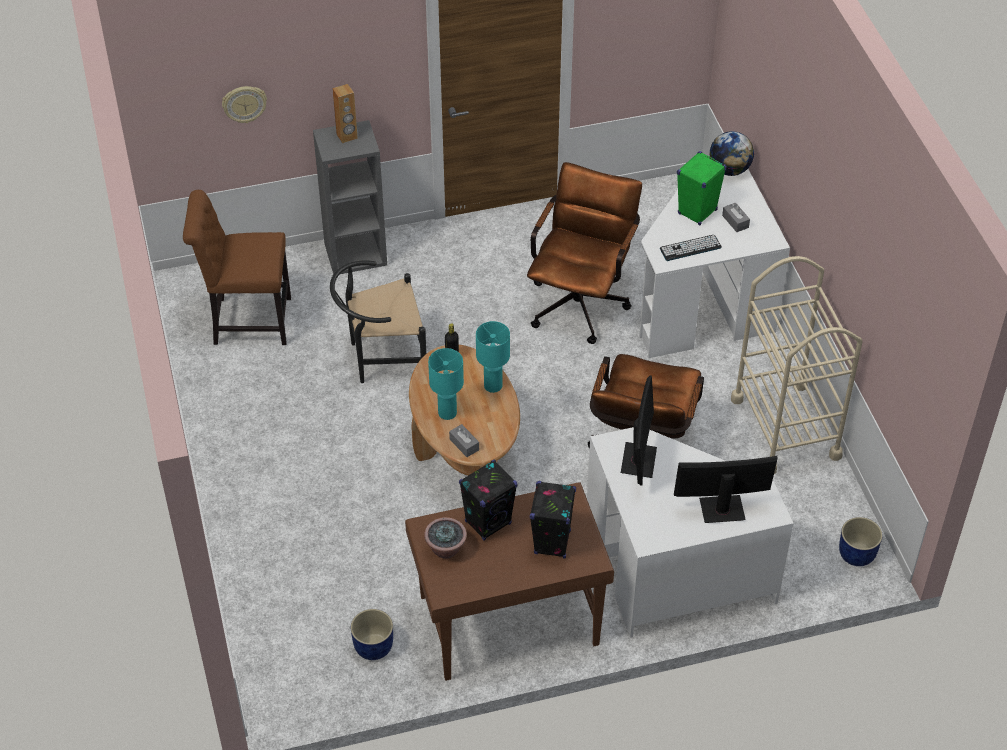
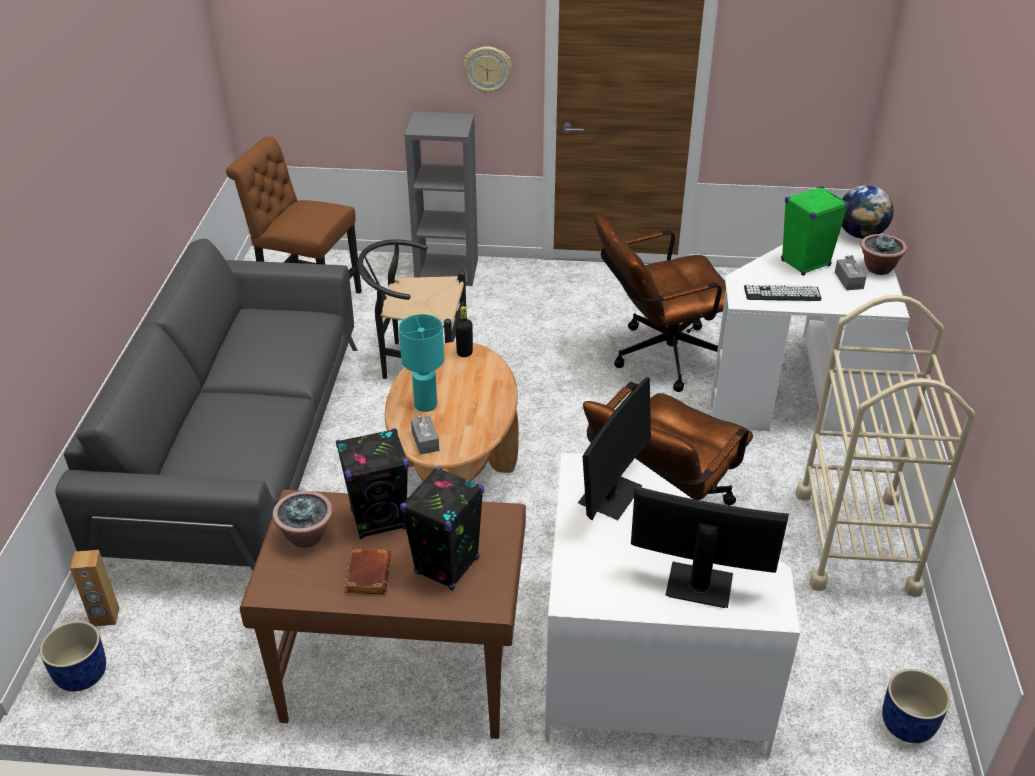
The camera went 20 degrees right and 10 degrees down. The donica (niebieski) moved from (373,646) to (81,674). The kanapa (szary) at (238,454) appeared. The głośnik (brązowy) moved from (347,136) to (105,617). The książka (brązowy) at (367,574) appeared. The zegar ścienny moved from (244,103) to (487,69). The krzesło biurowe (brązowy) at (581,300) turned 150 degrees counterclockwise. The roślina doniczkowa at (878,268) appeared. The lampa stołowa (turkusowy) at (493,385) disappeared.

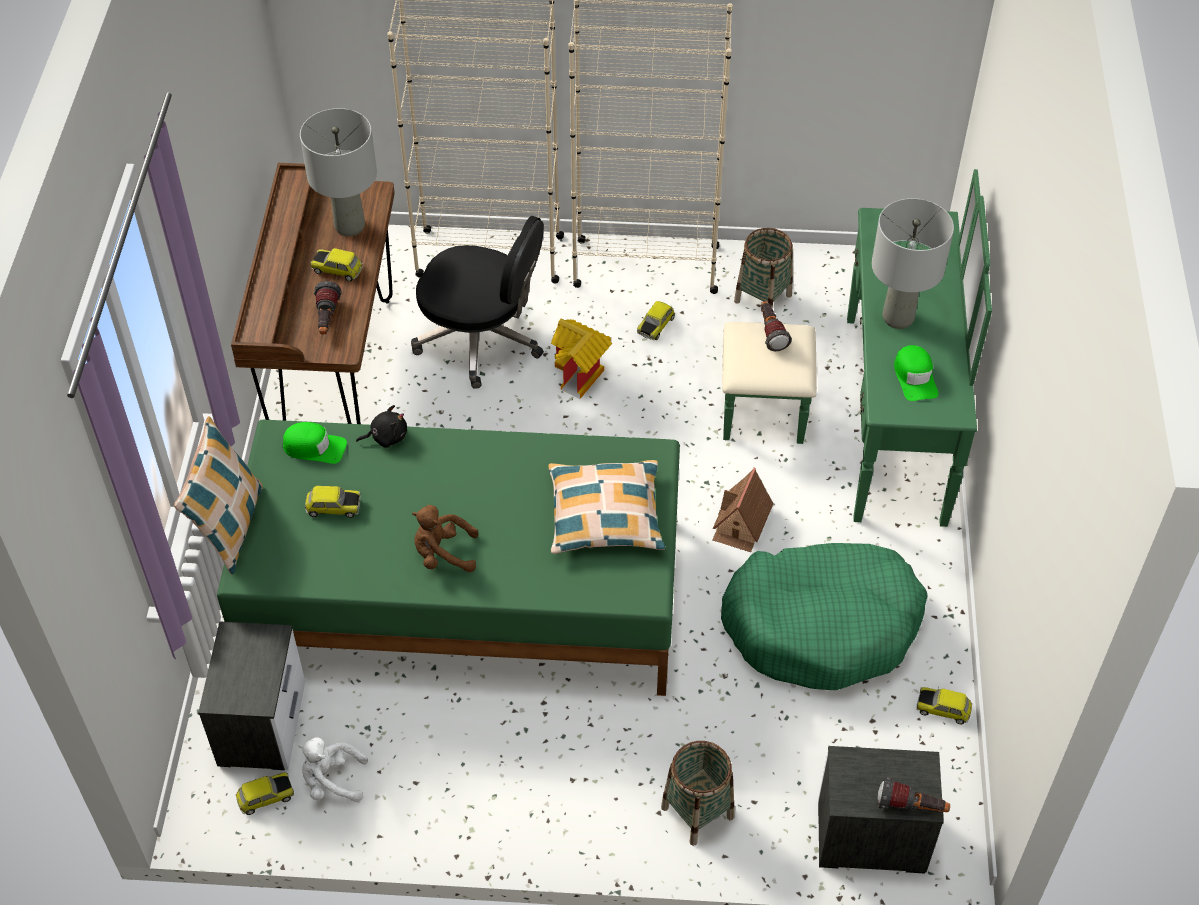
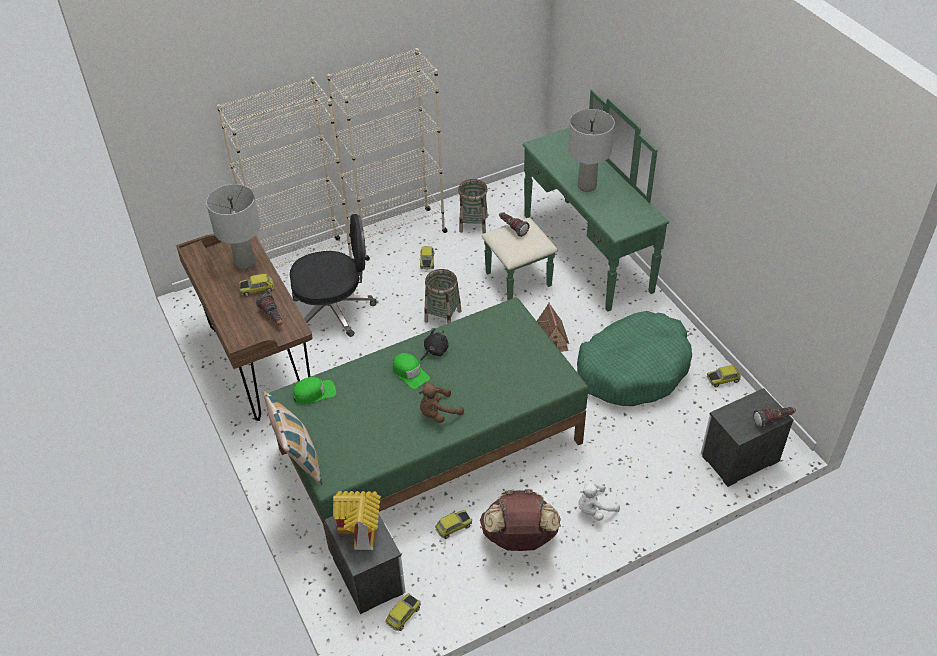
The camera went 30 degrees left and 5 degrees down. The domek moved from (581,375) to (362,530). The czapka z daszkiem (zielony) moved from (915,377) to (410,373). The pluszak (czarny) moved from (386,436) to (434,351). The koszyk moved from (697,812) to (443,316). The samochodzik moved from (333,507) to (453,527). The plecak (brązowy) at (519,538) appeared. The pluszak (biały) moved from (332,781) to (594,509). The poduszka at (605,515) disappeared.

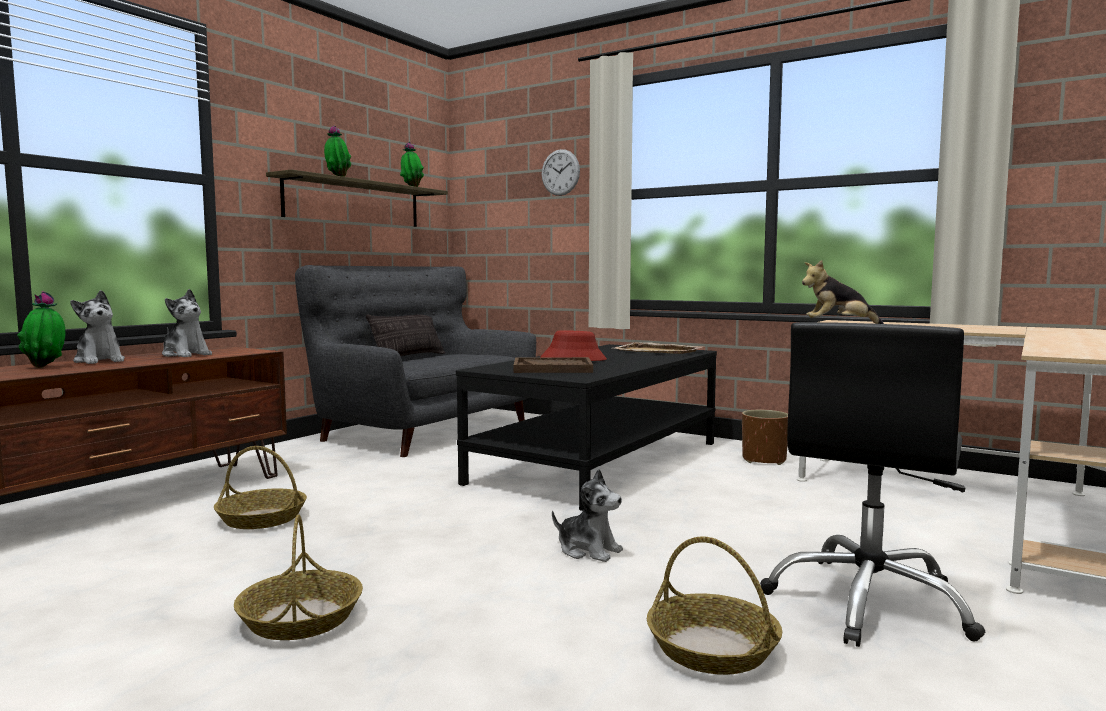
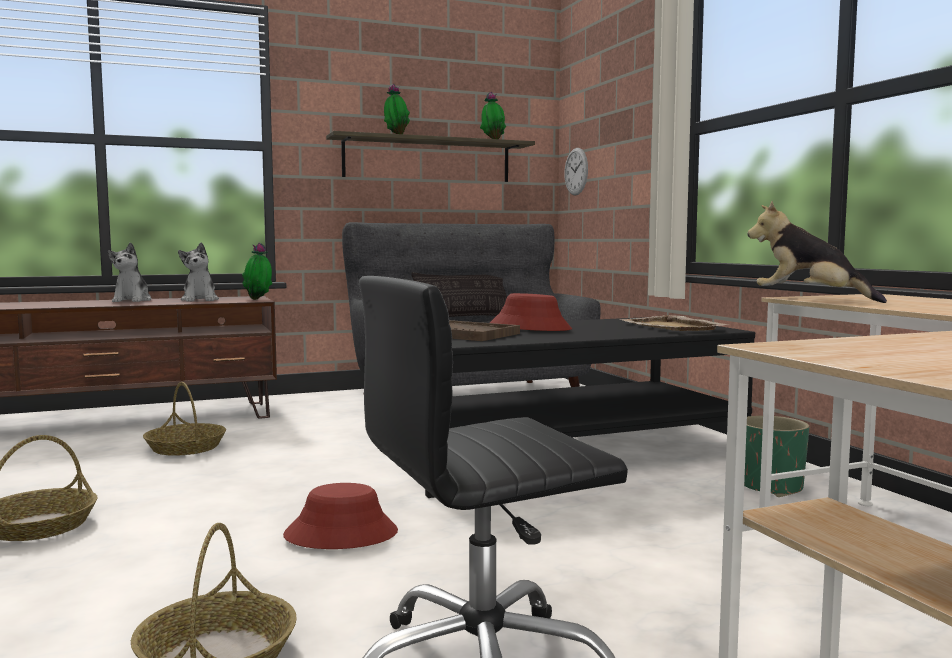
The camera went 35 degrees right and 0 degrees up. The roślina doniczkowa moved from (46,367) to (258,299). The pluszak at (588,550) was replaced by the kapelusz (czerwony) at (341,534). The zegar ścienny moved from (560,172) to (576,171). The donica (brązowy) at (764,460) became the donica (zielony) at (771,487).

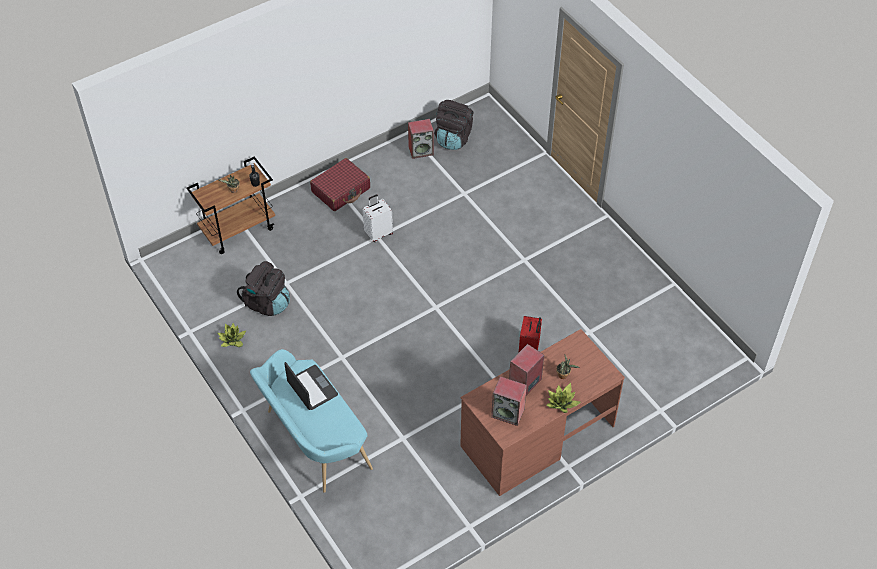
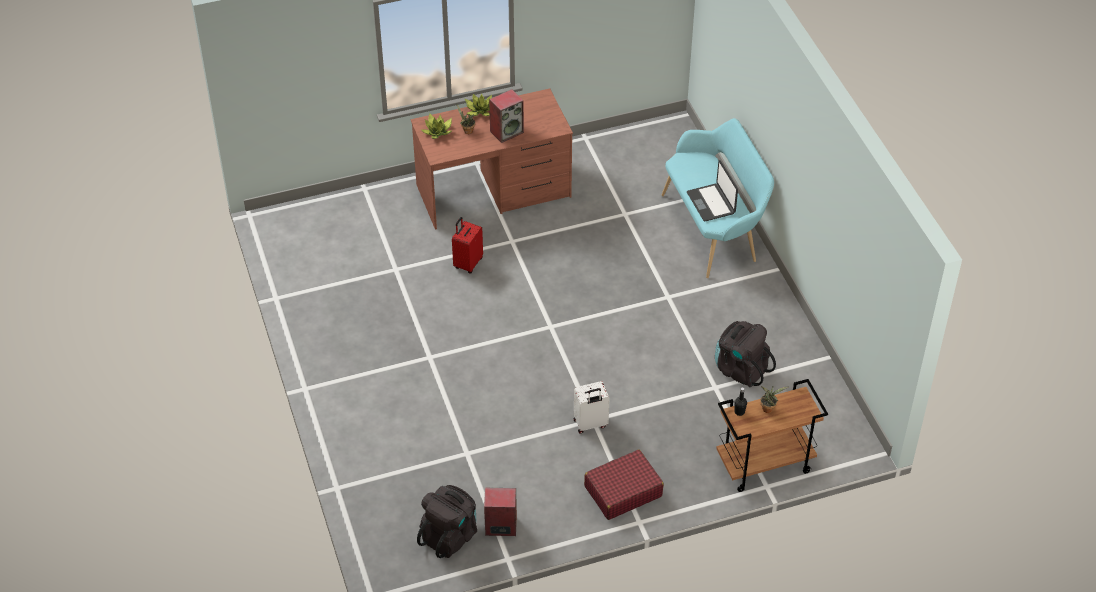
The camera went 165 degrees left and 5 degrees down. The roślina doniczkowa moved from (232,340) to (437,131). The głośnik at (508,412) disappeared.

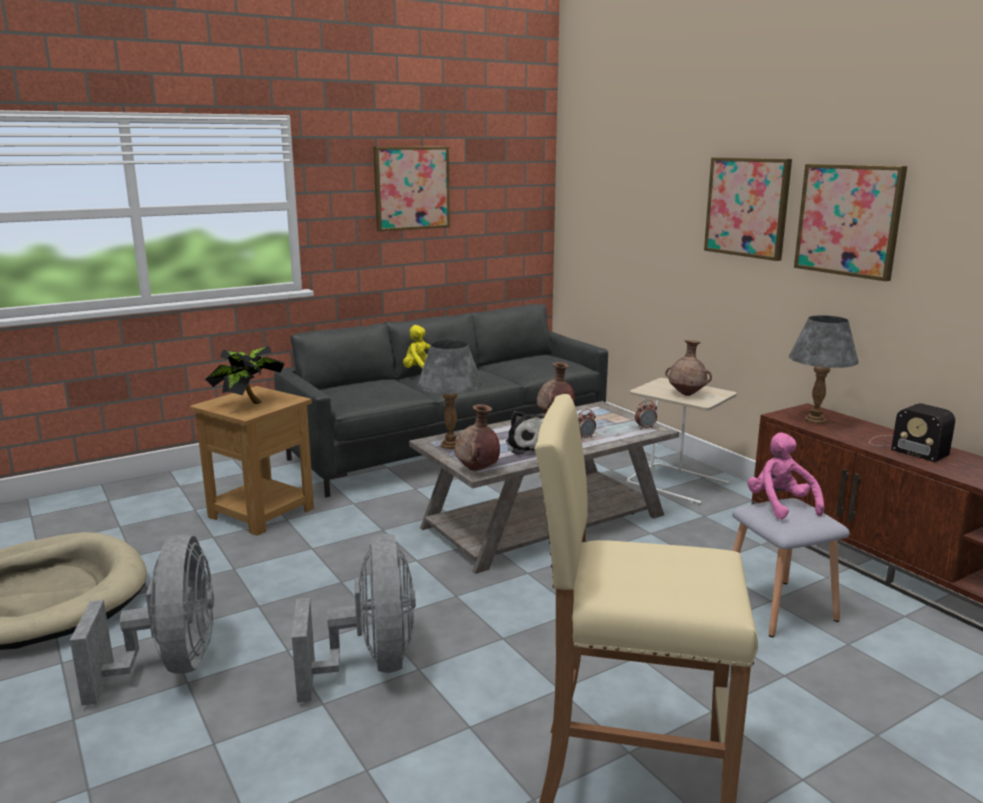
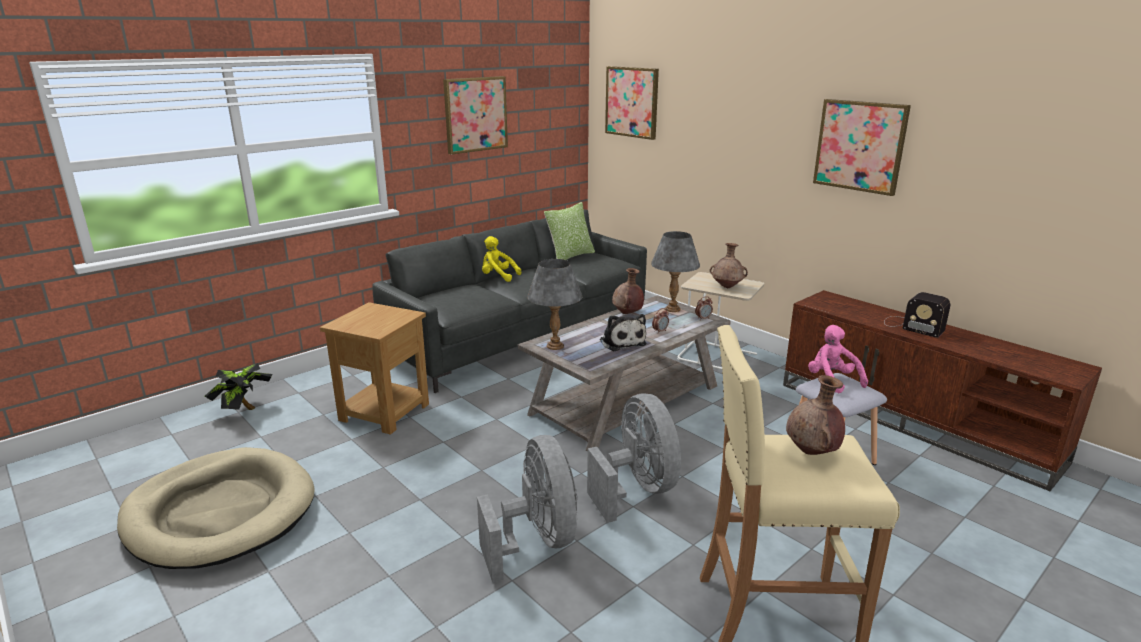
The camera went 10 degrees left and 5 degrees up. The roślina doniczkowa moved from (248,404) to (244,411). The poduszka at (570,256) appeared. The wentylator (szary) moved from (171,666) to (637,489). The obraz moved from (747,207) to (632,102). The lampa stołowa (szary) moved from (815,420) to (672,309). The wazon (brązowy) moved from (477,470) to (812,452).

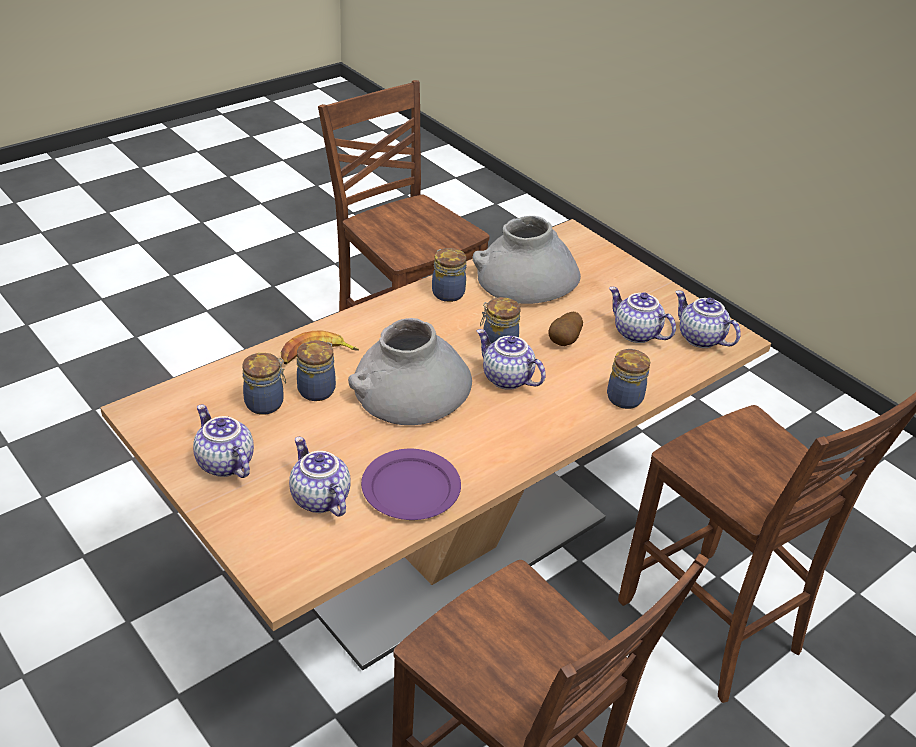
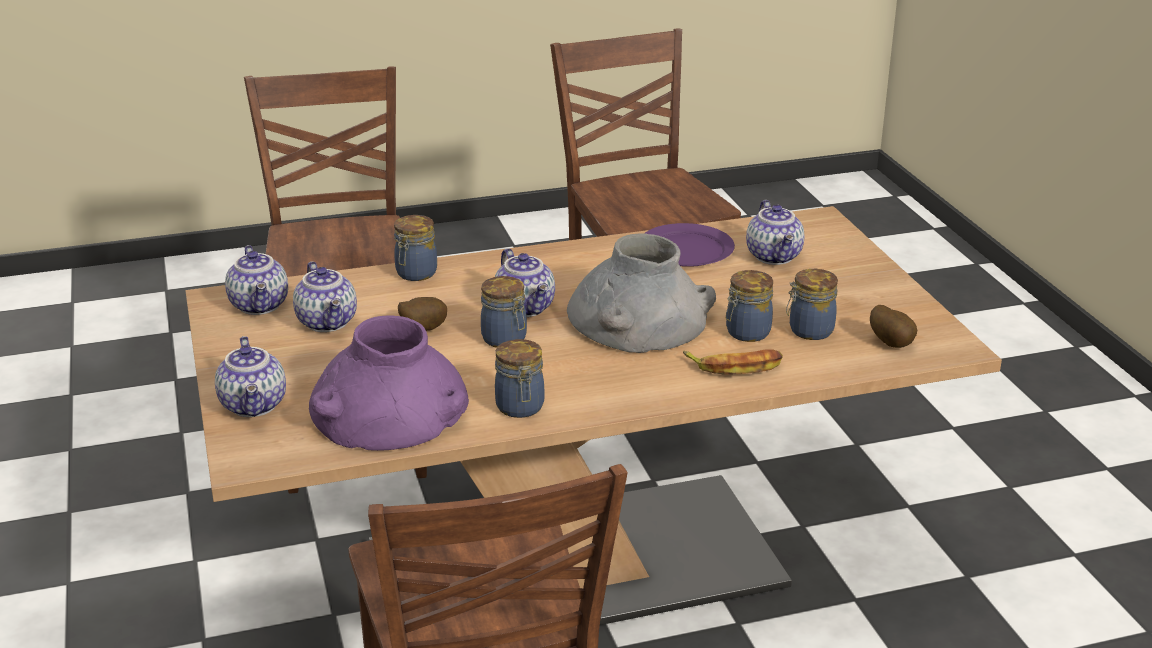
The camera went 155 degrees left and 10 degrees down. The imbryk moved from (223,463) to (255,405). The wazon (szary) at (526,277) became the wazon (fioletowy) at (390,409). The ziemniak at (892,343) appeared.

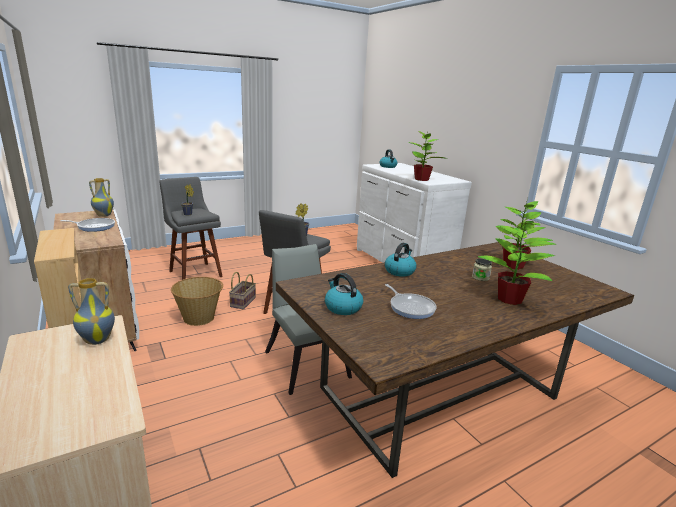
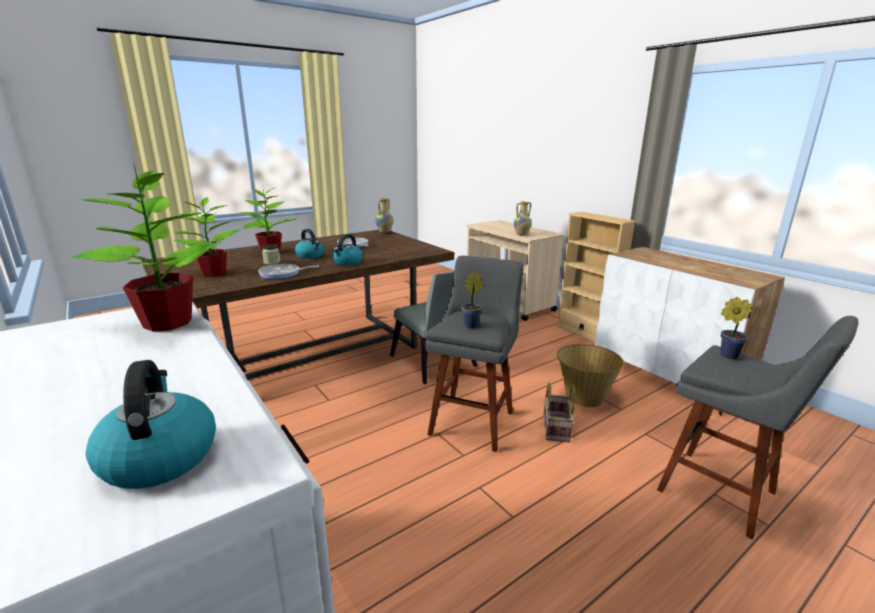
The camera went 175 degrees right and 0 degrees up. The patelnia moved from (94,227) to (282,274). The czajnik moved from (342,307) to (310,256). The wazon moved from (104,215) to (385,232).

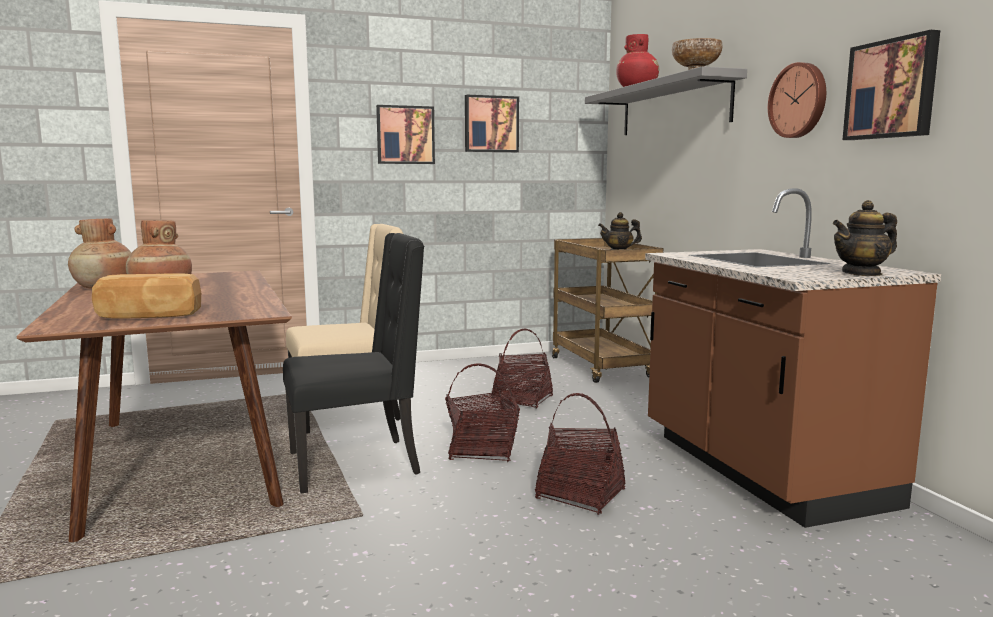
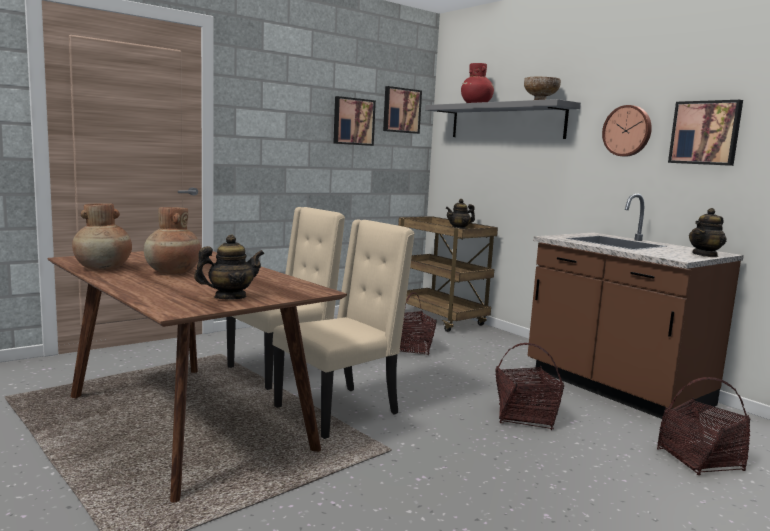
The camera went 20 degrees left and 0 degrees up. The chleb at (149,316) was replaced by the imbryk at (230,297). The krzesło (czarny) at (357,464) became the krzesło (beżowy) at (339,410). The obraz moved from (405,135) to (401,110). The koszyk moved from (482,451) to (700,460).

